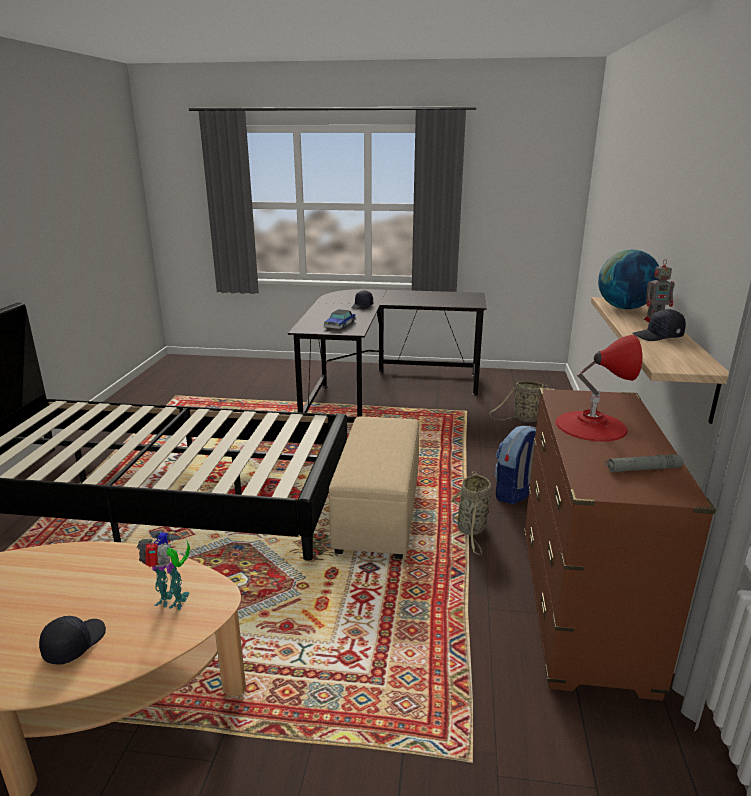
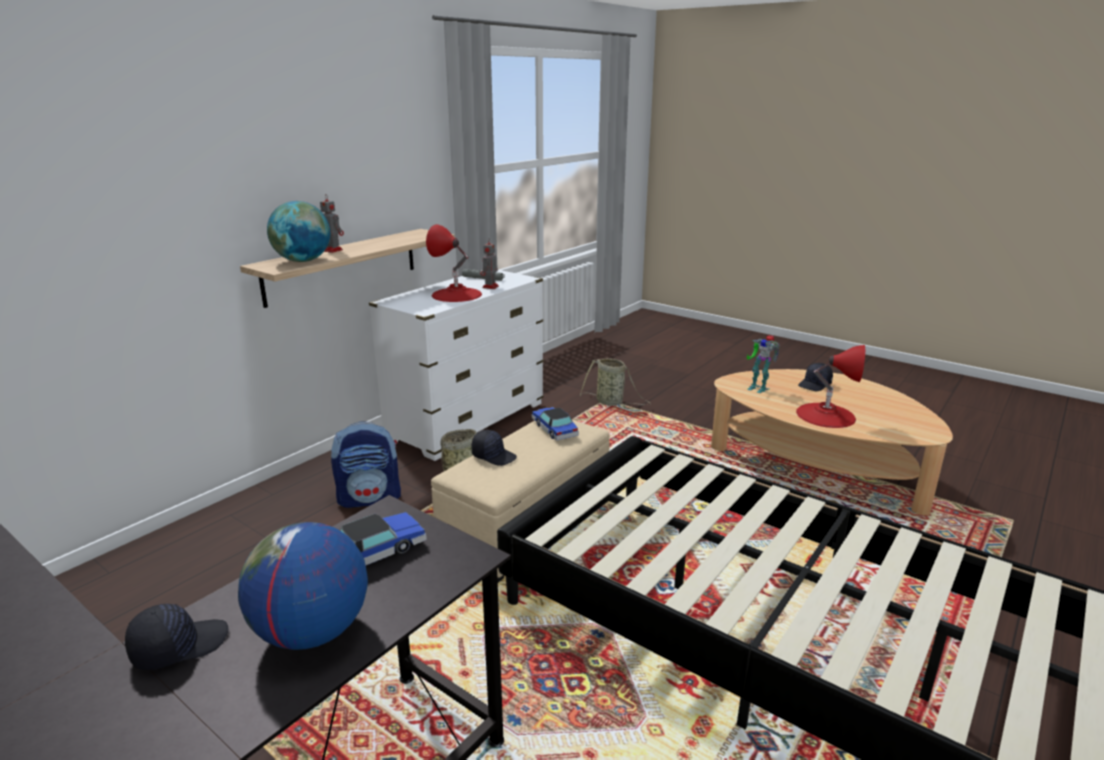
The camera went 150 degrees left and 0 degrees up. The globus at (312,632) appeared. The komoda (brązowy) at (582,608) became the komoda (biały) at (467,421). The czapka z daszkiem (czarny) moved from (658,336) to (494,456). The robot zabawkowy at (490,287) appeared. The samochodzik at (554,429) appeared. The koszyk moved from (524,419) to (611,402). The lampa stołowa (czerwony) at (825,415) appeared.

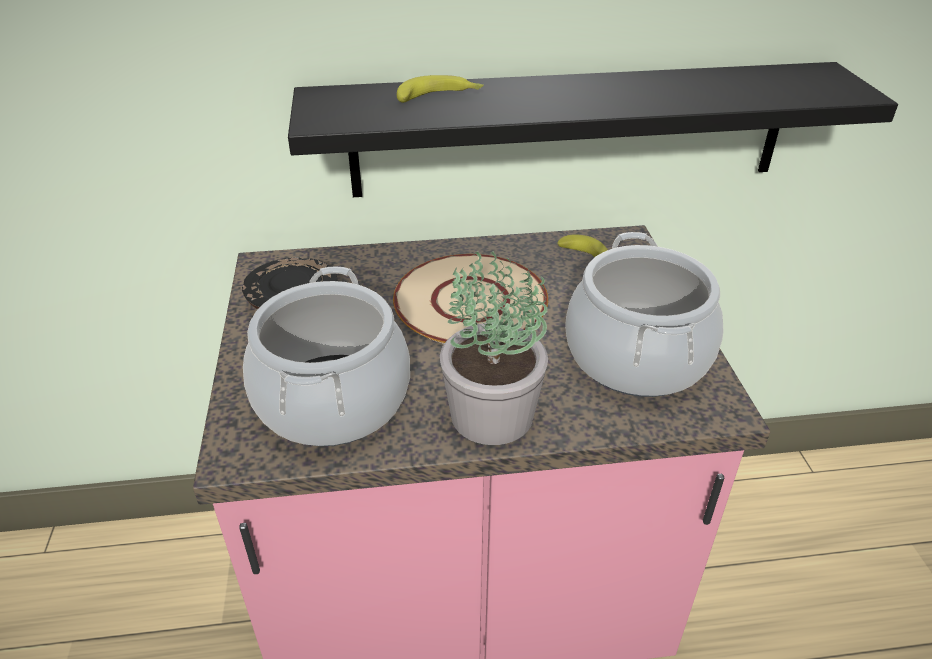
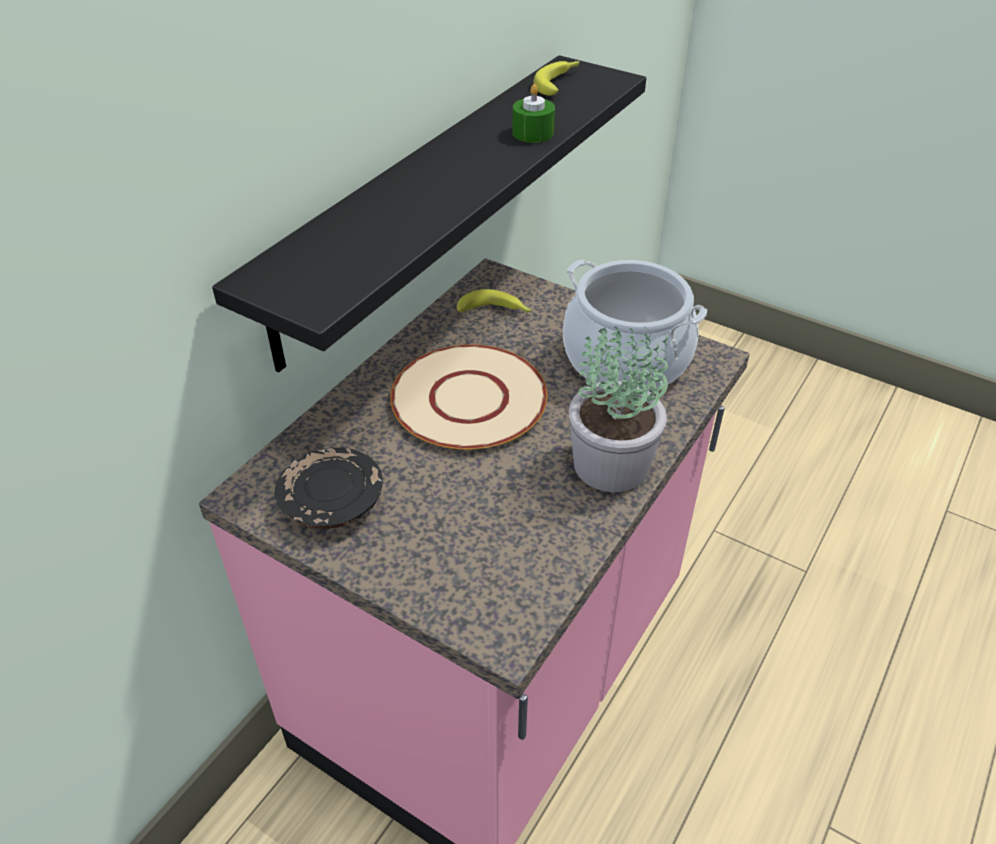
The camera went 50 degrees left and 5 degrees up. The świeca (zielony) at (533,133) appeared. The banan moved from (440,97) to (559,83). The garnek at (332,400) disappeared.

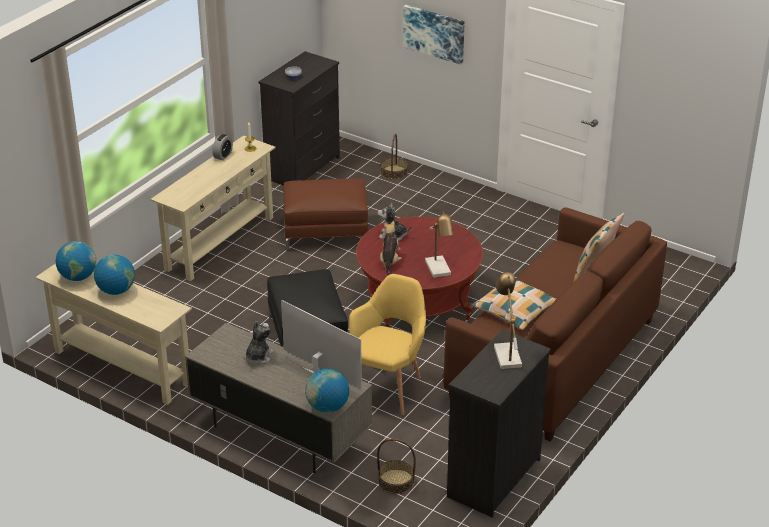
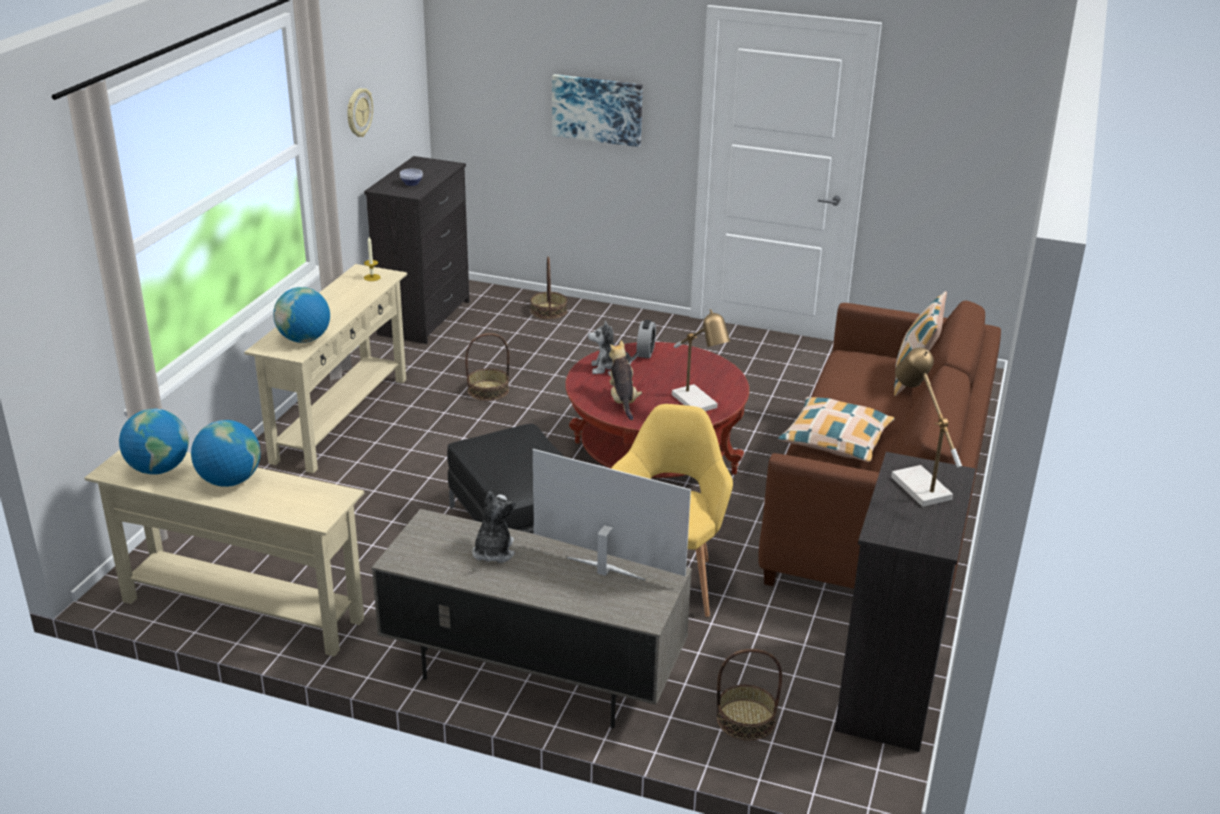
The camera went 15 degrees left and 5 degrees down. The globus moved from (327,407) to (304,339). The zegar ścienny at (358,112) appeared. The pufa (brązowy) at (326,233) was replaced by the koszyk at (488,390). The budzik moved from (223,155) to (645,352).

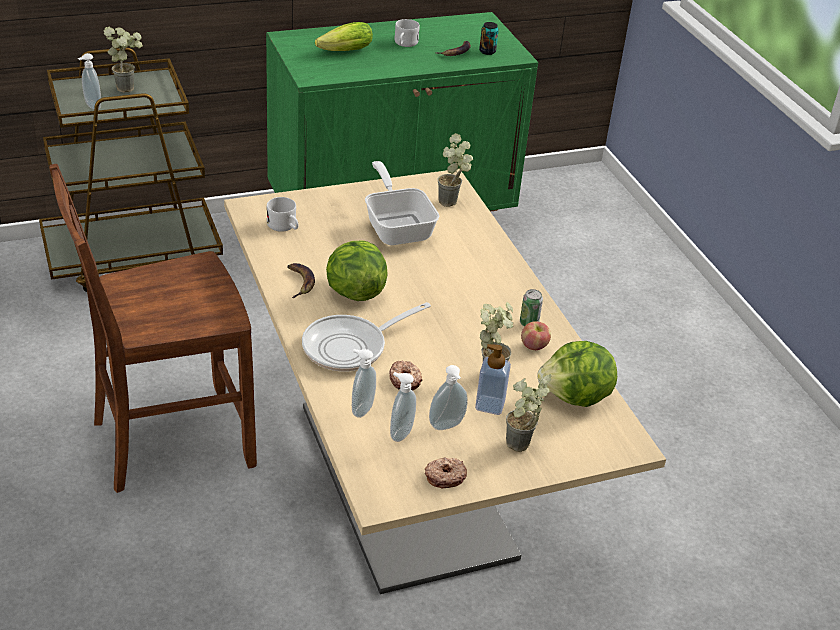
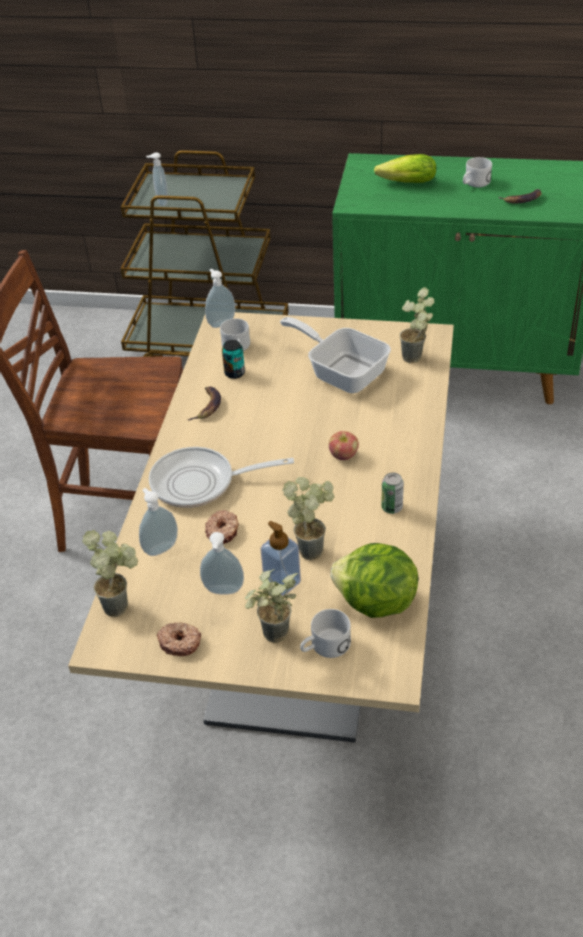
The camera went 35 degrees right and 5 degrees up. The roślina doniczkowa moved from (128,87) to (123,604). The dozownik mydła moved from (399,433) to (221,323). The puszka moved from (487,51) to (234,373). The patelnia at (397,226) turned 60 degrees counterclockwise. The kubek (biały) at (324,647) appeared. The jabłko moved from (534,346) to (343,456). The sałata at (354,292) disappeared.

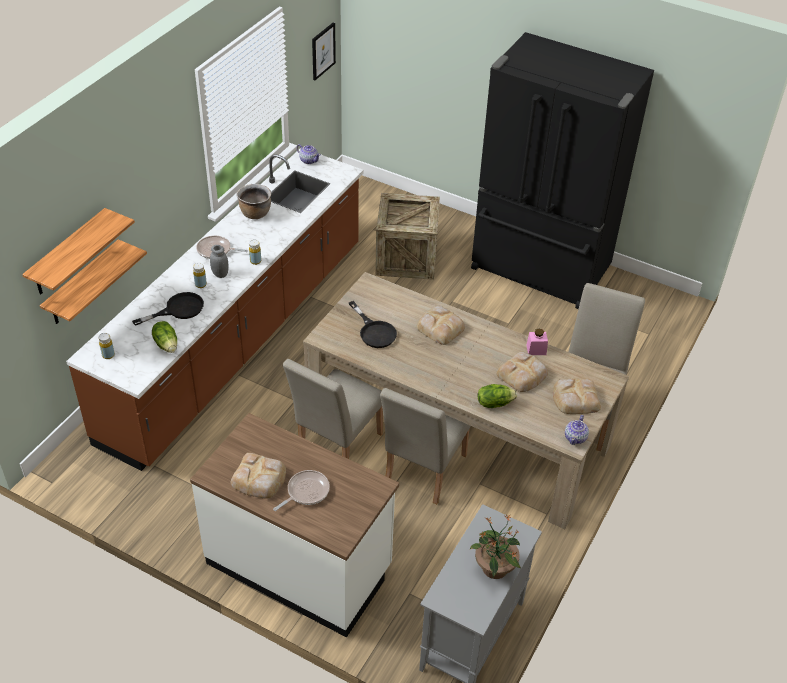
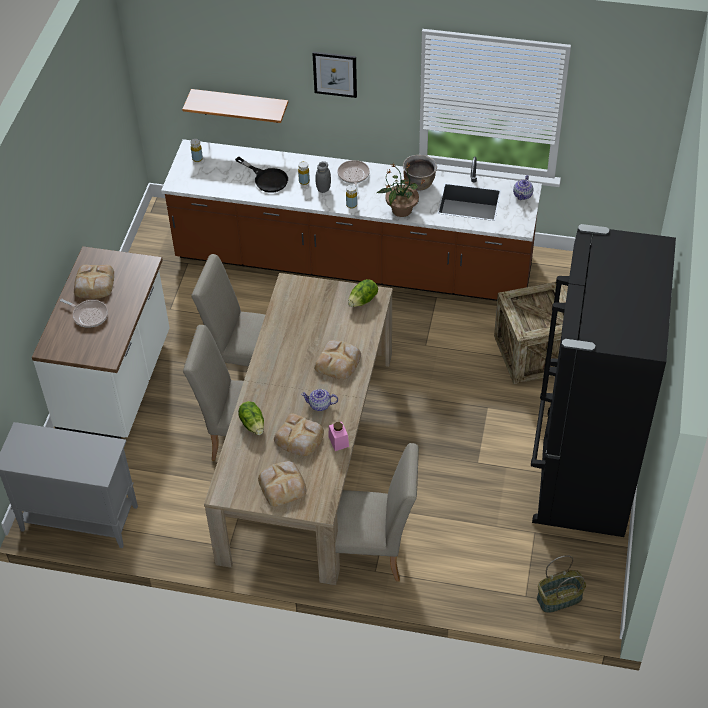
The camera went 75 degrees right and 5 degrees up. The imbryk moved from (575,437) to (320,405). The obraz moved from (323,51) to (335,74). The sałata moved from (167,344) to (363,300). The roślina doniczkowa moved from (494,568) to (401,210). The koszyk at (559,599) appeared. The półka at (68,253) disappeared. The patelnia (czarny) at (374,331) disappeared.

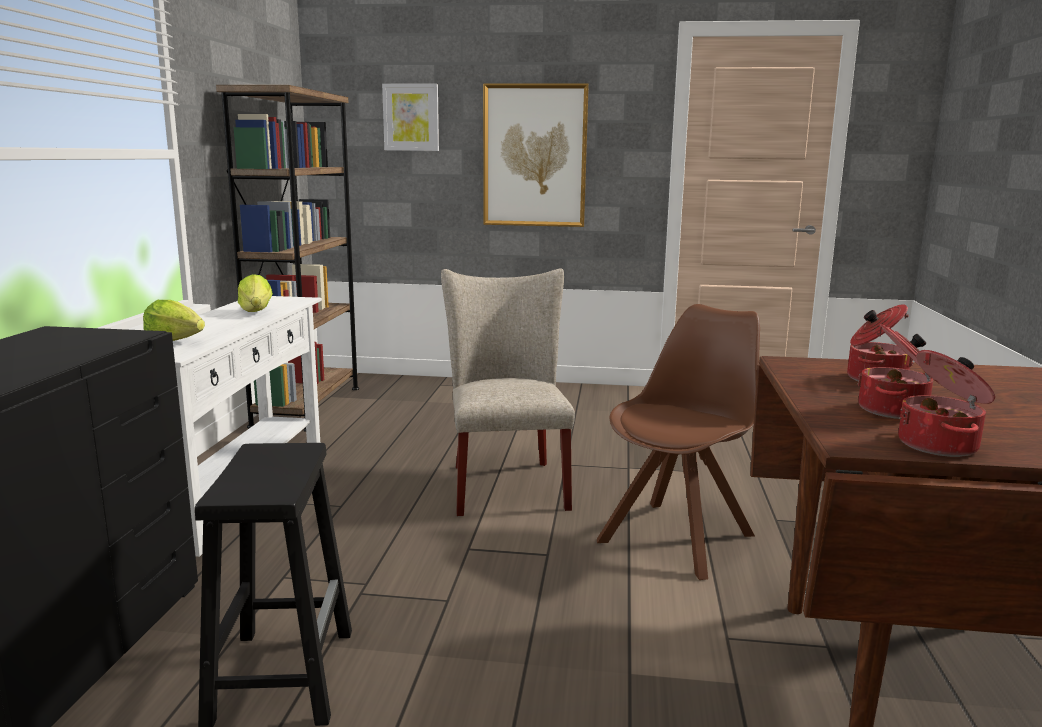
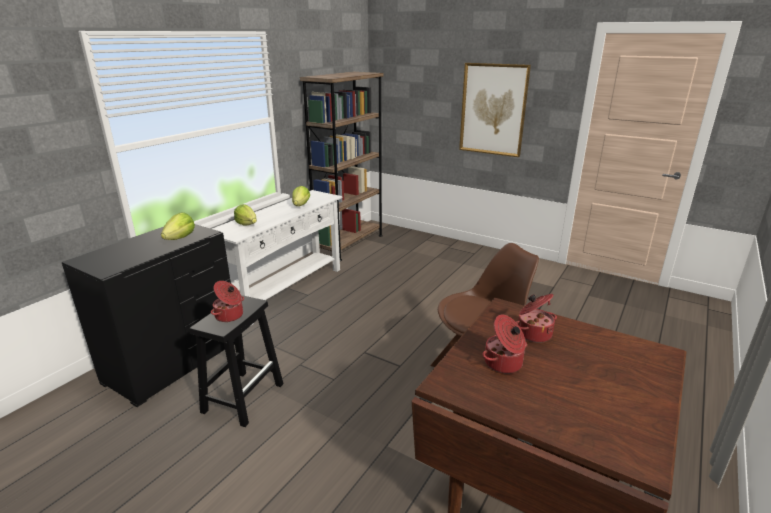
The camera went 25 degrees right and 10 degrees up. The sałata at (180,238) appeared. The garnek moved from (940,445) to (230,316). The obraz at (411,117) disappeared. The krzesło (beżowy) at (506,483) disappeared.

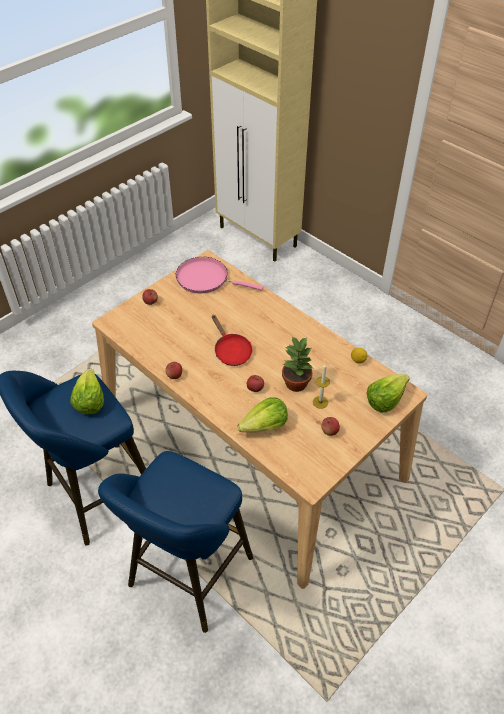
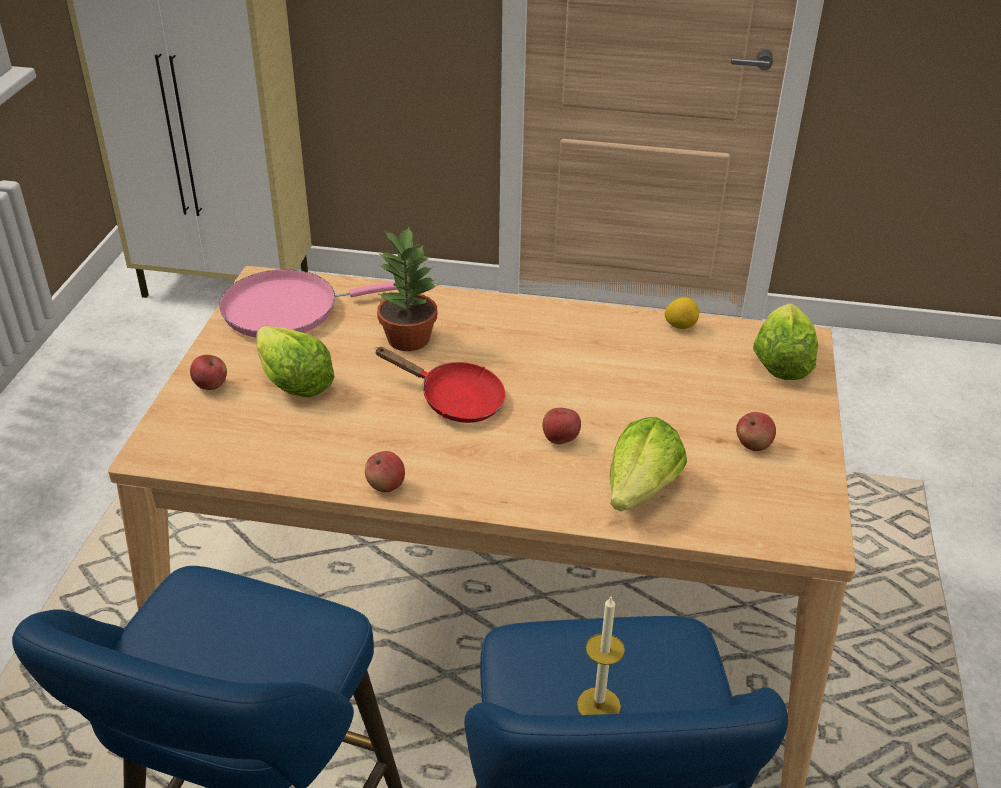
The camera went 35 degrees left and 10 degrees down. The sałata moved from (89,401) to (293,382). The roślina doniczkowa moved from (296,383) to (408,338). The świeca moved from (320,402) to (598,705).

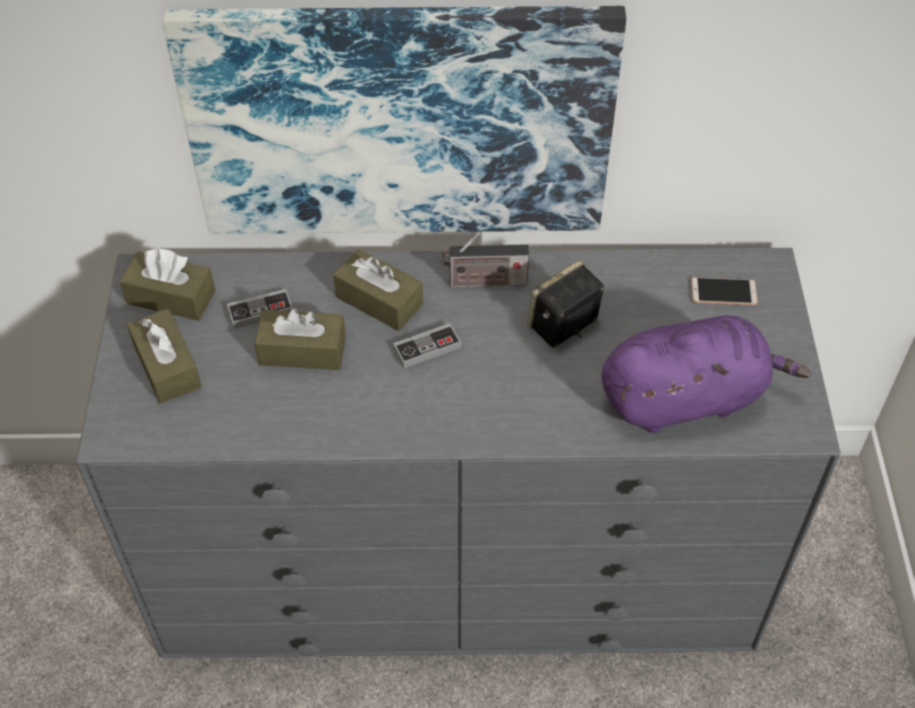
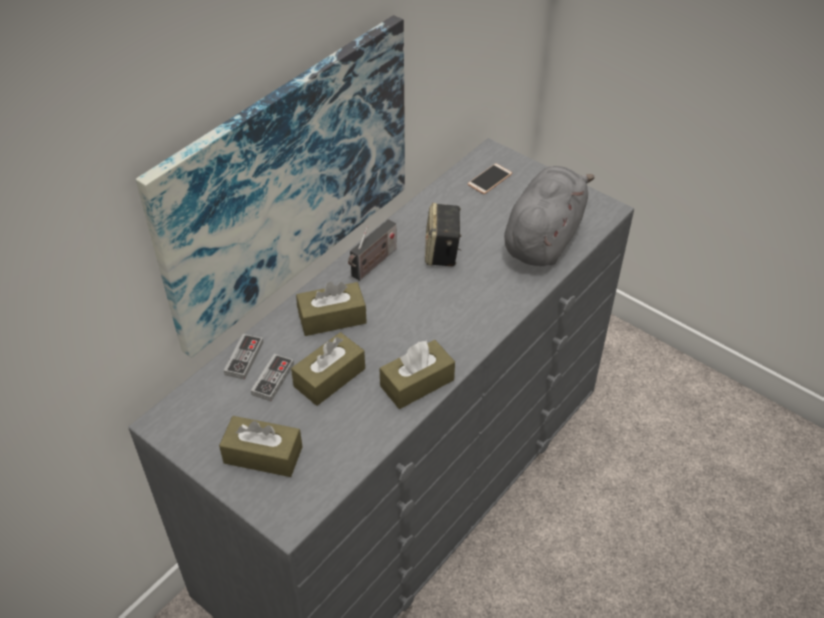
The camera went 50 degrees left and 5 degrees down. The pad do gier moved from (427,348) to (244,358). The pudełko chusteczek (brązowy) moved from (171,297) to (417,383). The pluszak (fioletowy) at (687,398) became the pluszak (szary) at (544,237).

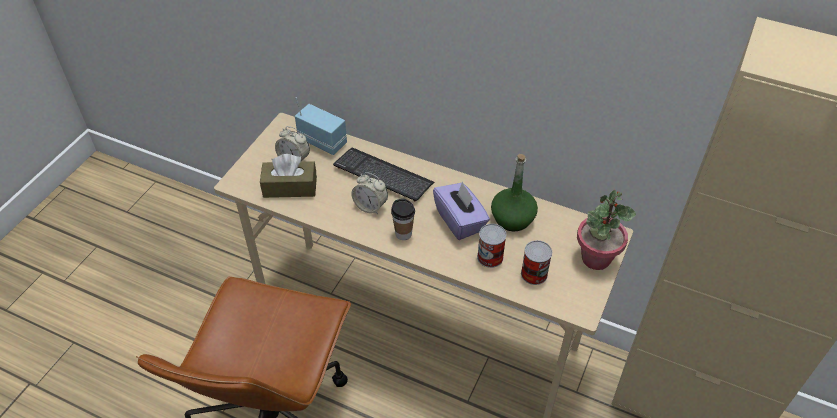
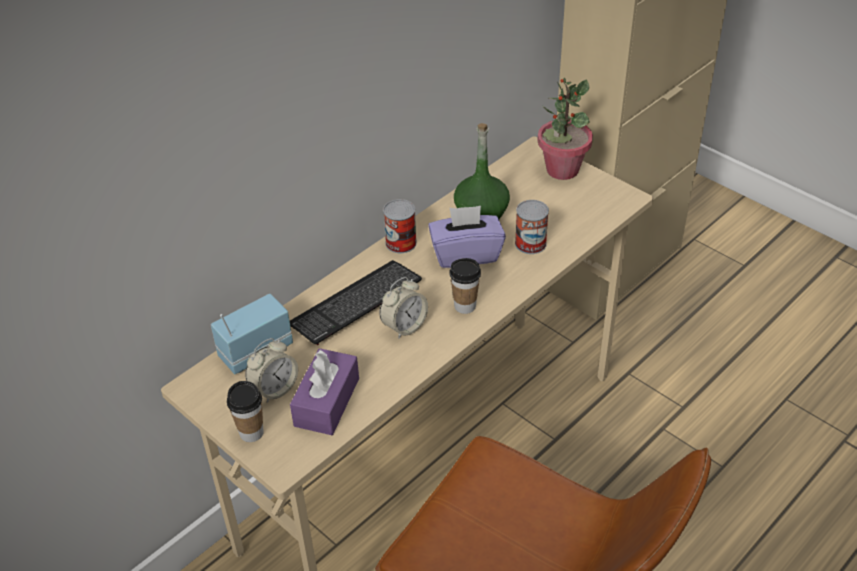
The camera went 70 degrees left and 5 degrees down. The filiżanka at (251,432) appeared. The pudełko chusteczek (brązowy) at (290,187) became the pudełko chusteczek (fioletowy) at (327,402). The puszka moved from (534,274) to (401,243).

